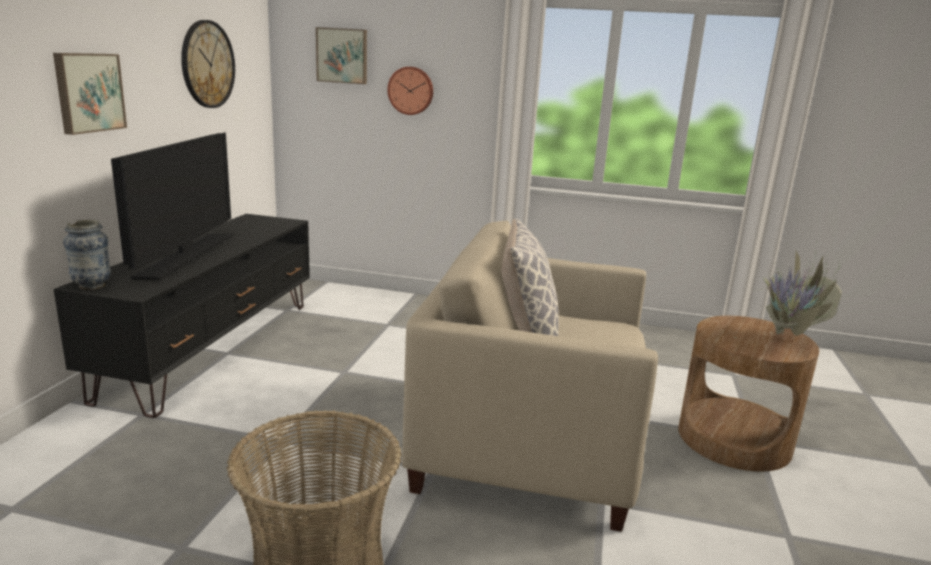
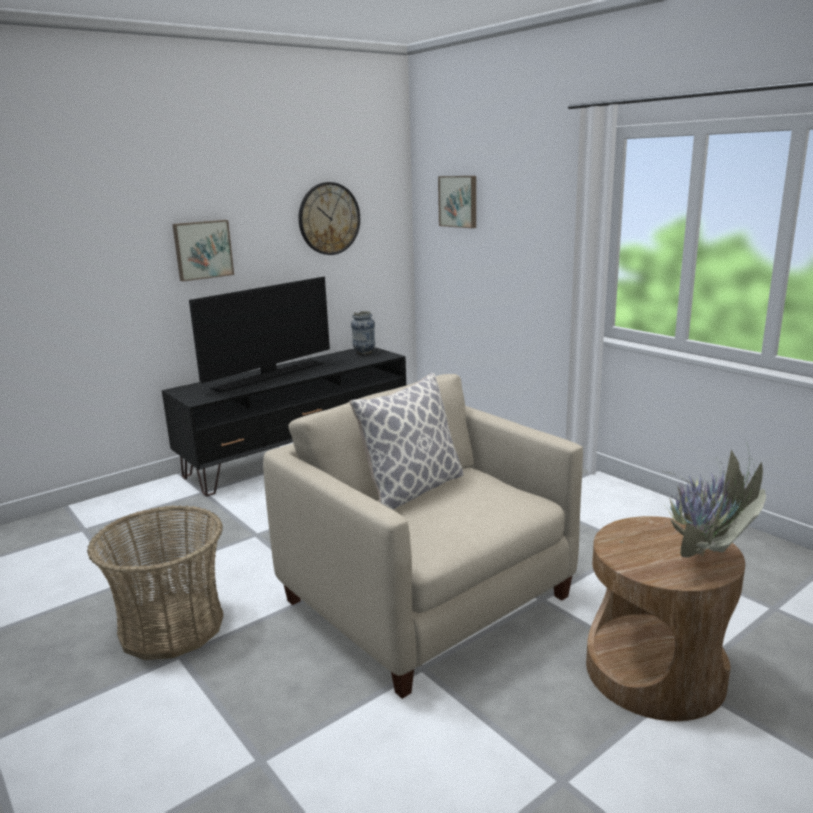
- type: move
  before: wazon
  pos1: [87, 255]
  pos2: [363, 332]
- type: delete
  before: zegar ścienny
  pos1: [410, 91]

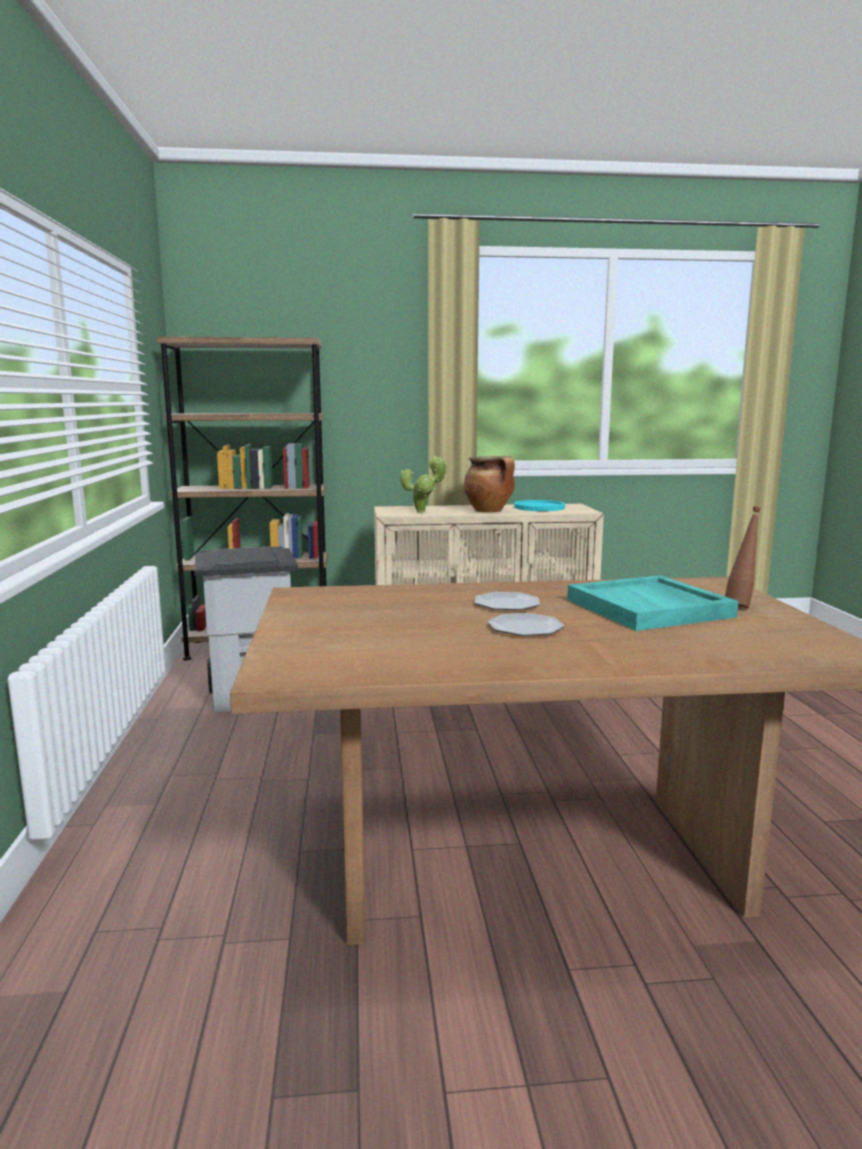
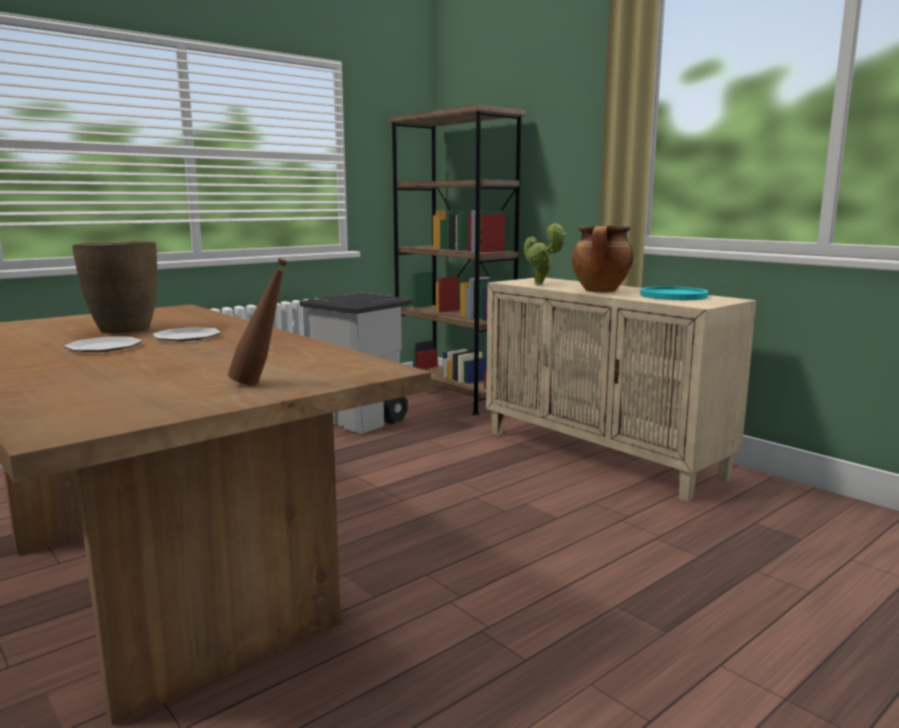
- type: insert
  after: wazon [brązowy]
  pos2: [114, 286]
- type: delete
  before: taca [turkusowy]
  pos1: [653, 603]

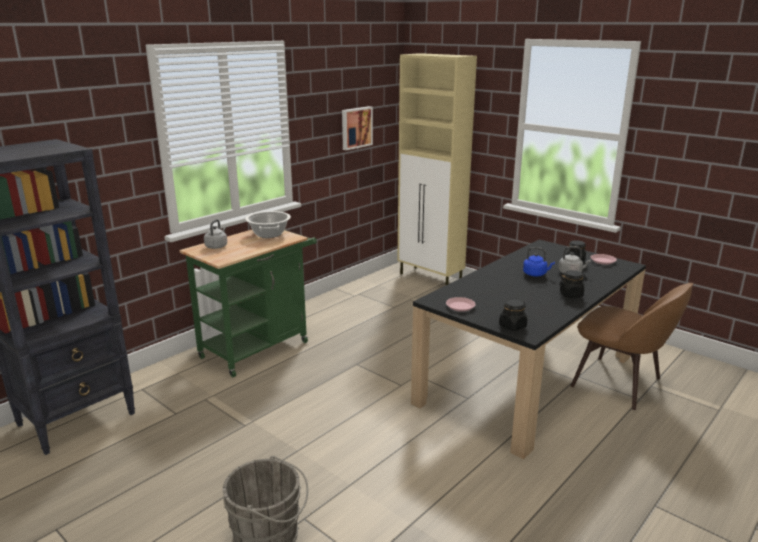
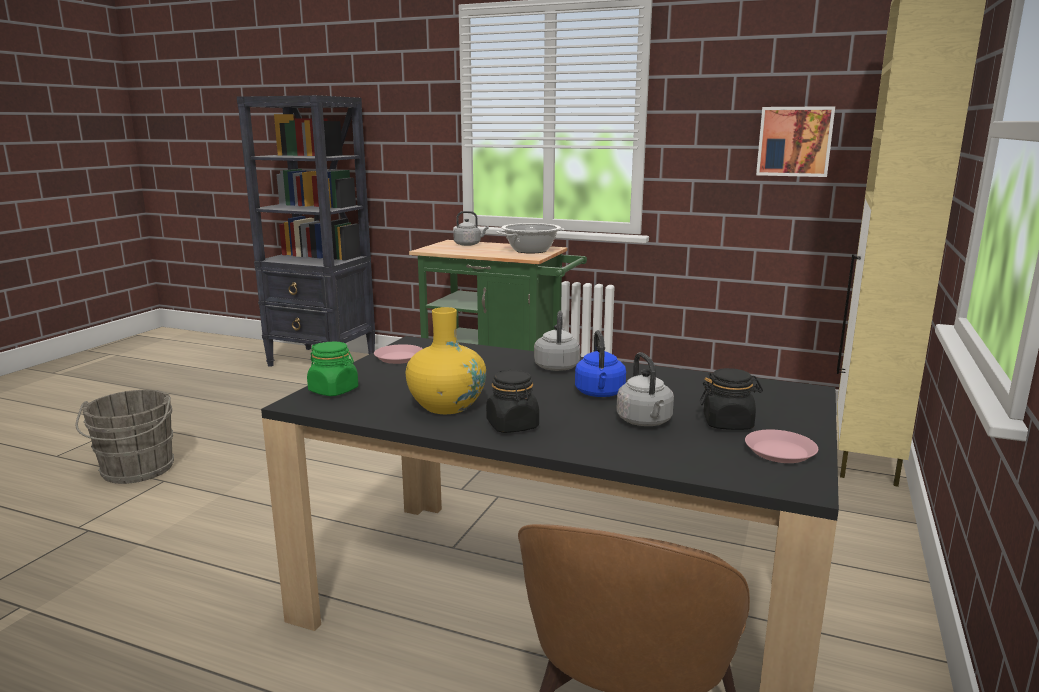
- type: recolor
  before: słoik [czarny]
  after: słoik [zielony]
  pos1: [513, 315]
  pos2: [332, 369]
- type: insert
  after: wazon [żółty]
  pos2: [446, 360]
- type: insert
  after: czajnik [szary]
  pos2: [557, 341]

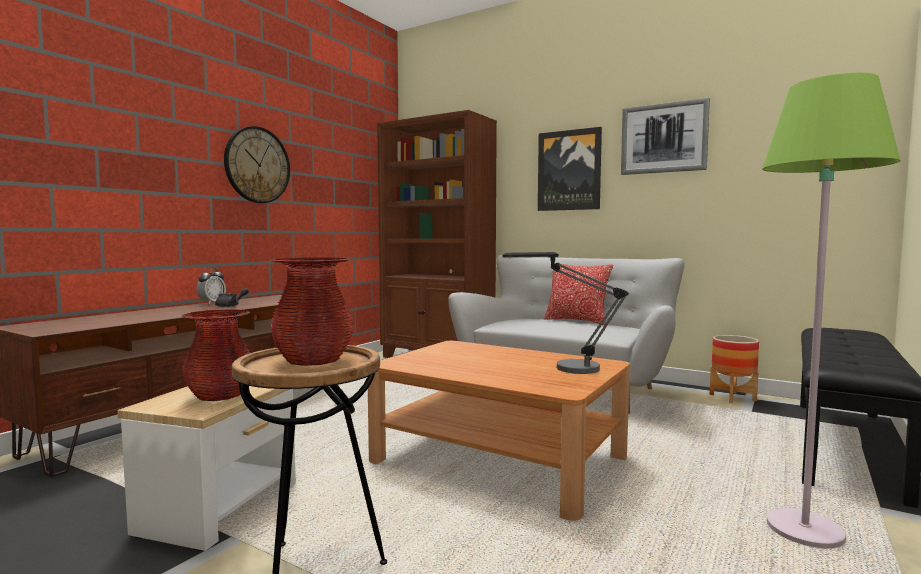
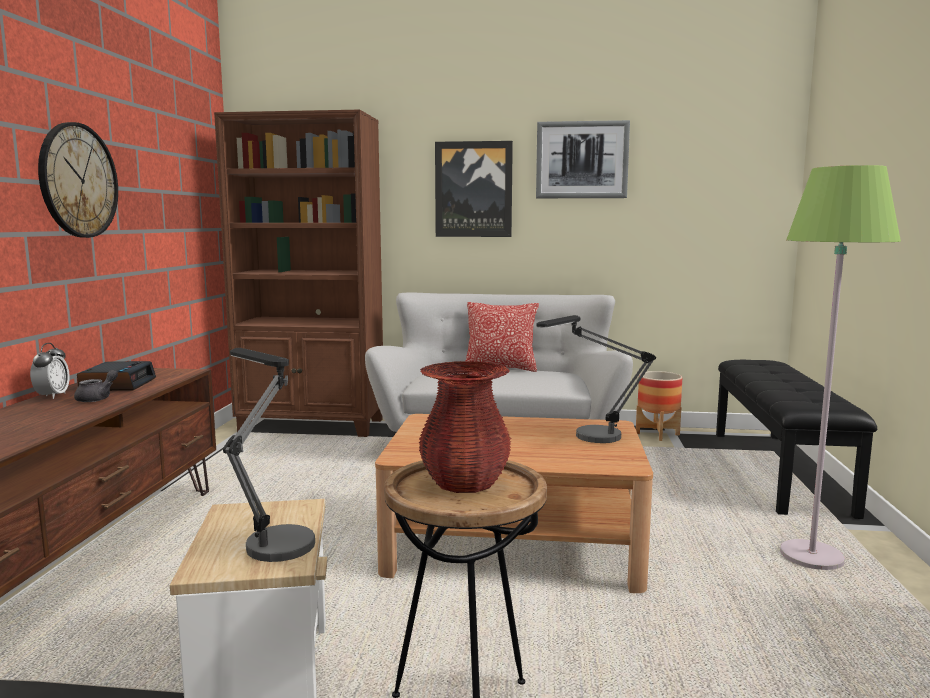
- type: insert
  after: budzik
  pos2: [116, 376]
- type: replace
  before: wazon [czerwony]
  after: lampa stołowa
  pos1: [216, 355]
  pos2: [269, 455]

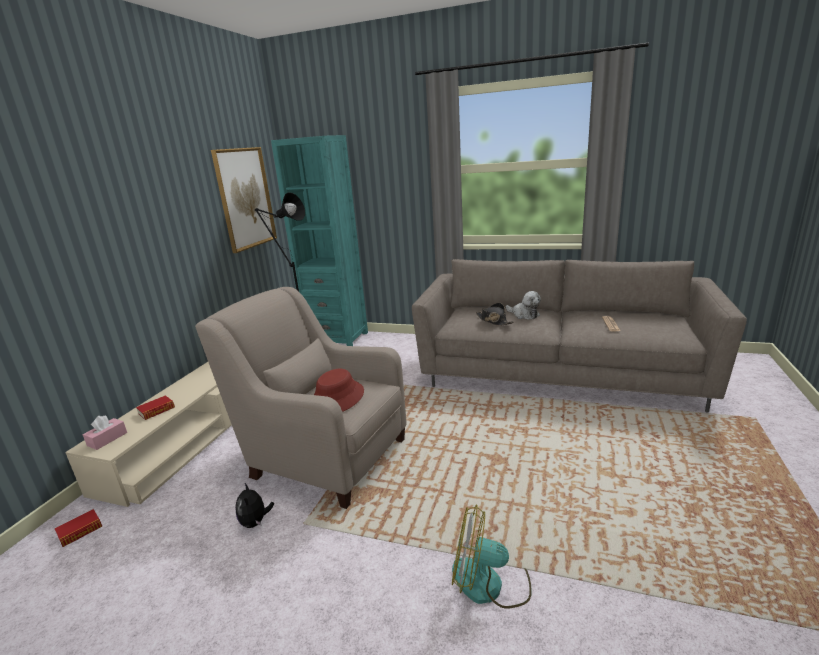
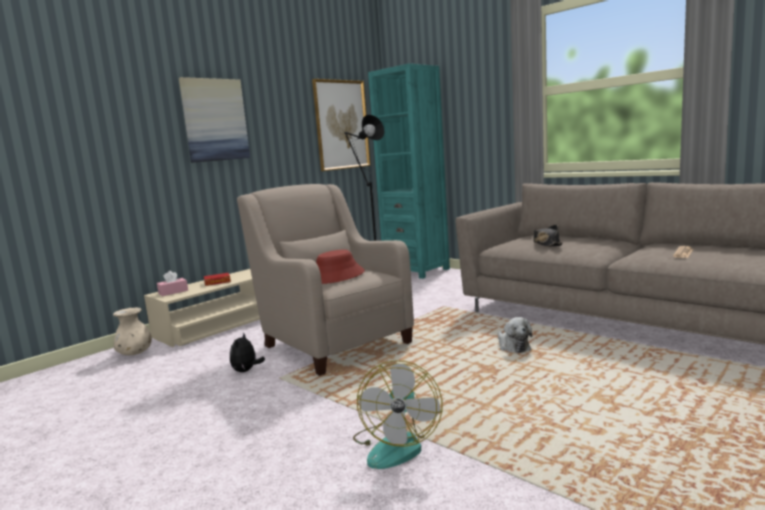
- type: replace
  before: książka
  after: wazon [beżowy]
  pos1: [78, 528]
  pos2: [132, 331]
- type: insert
  after: obraz
  pos2: [214, 120]
- type: rotate
  before: wentylator
  pos1: [492, 556]
  pos2: [397, 414]
  turn: -120
- type: move
  before: pluszak
  pos1: [523, 305]
  pos2: [515, 335]

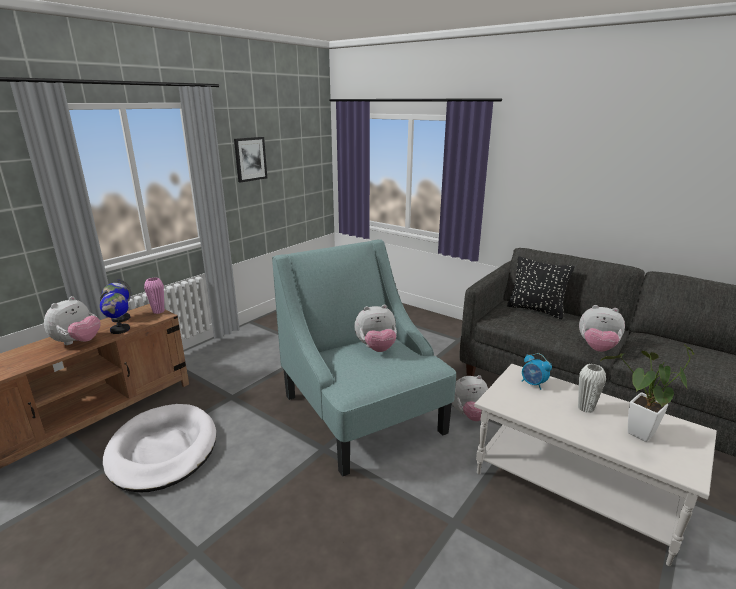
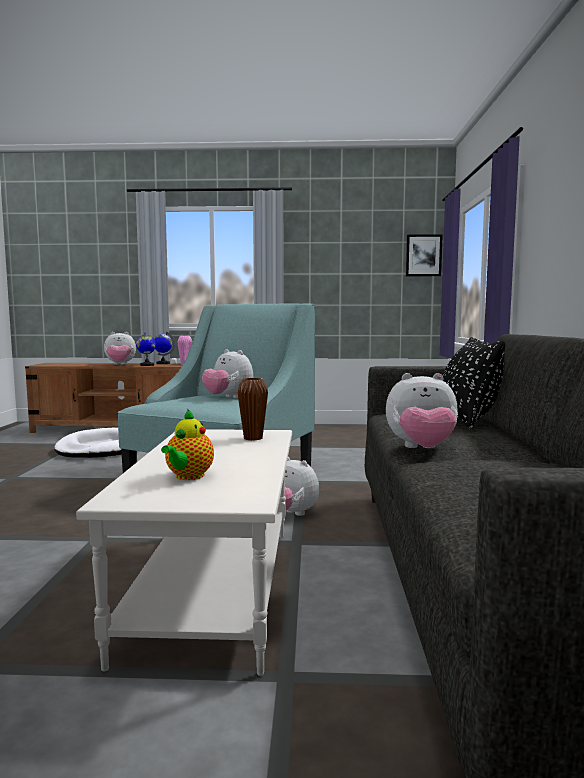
- type: replace
  before: roślina doniczkowa
  after: imbryk
  pos1: [647, 393]
  pos2: [187, 444]
- type: replace
  before: budzik
  after: wazon [brązowy]
  pos1: [536, 371]
  pos2: [252, 409]
- type: rotate
  before: pluszak
  pos1: [602, 328]
  pos2: [422, 410]
  turn: -75
- type: move
  before: obraz
  pos1: [250, 160]
  pos2: [424, 255]
- type: delete
  before: wazon [biały]
  pos1: [592, 388]

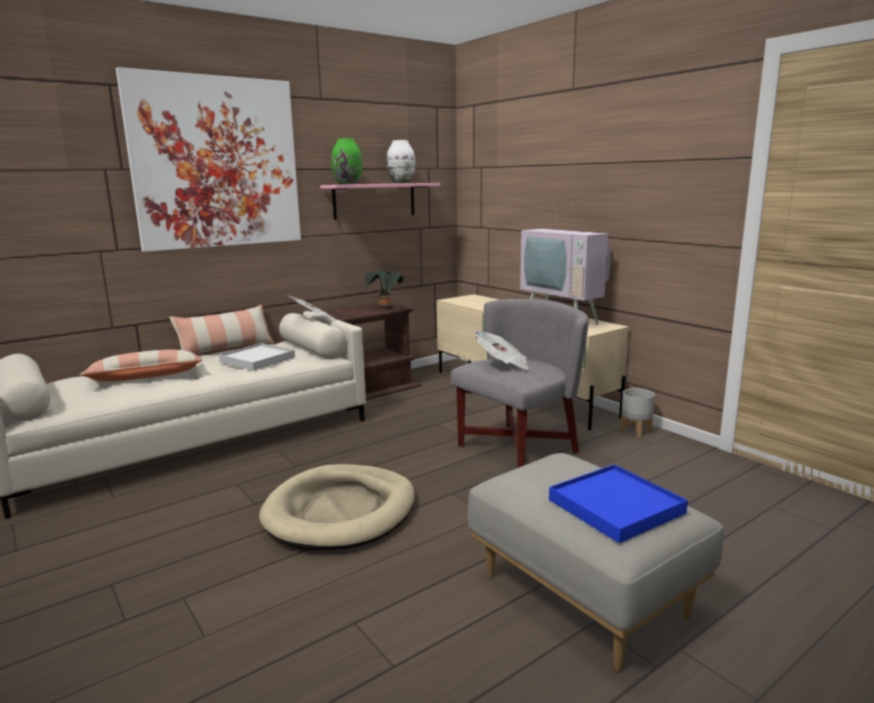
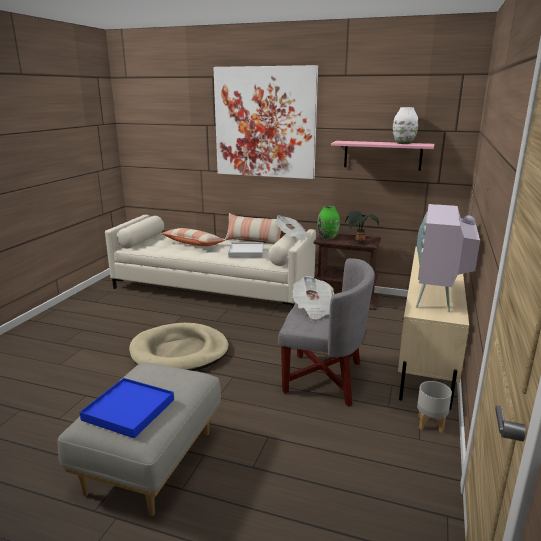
- type: move
  before: wazon [zielony]
  pos1: [347, 161]
  pos2: [328, 223]

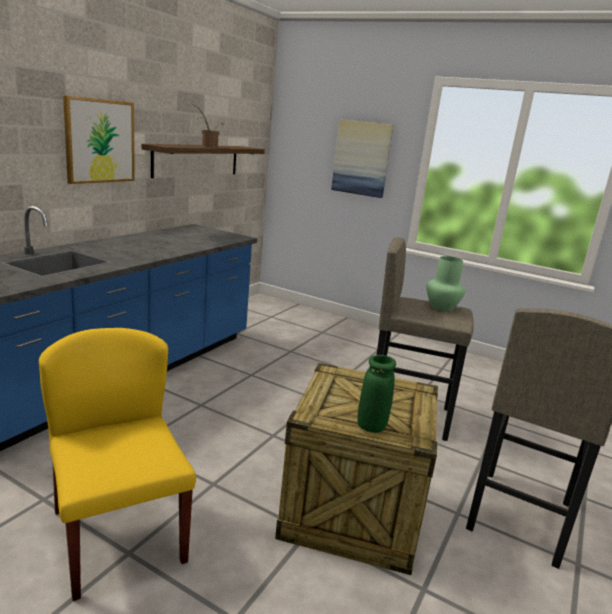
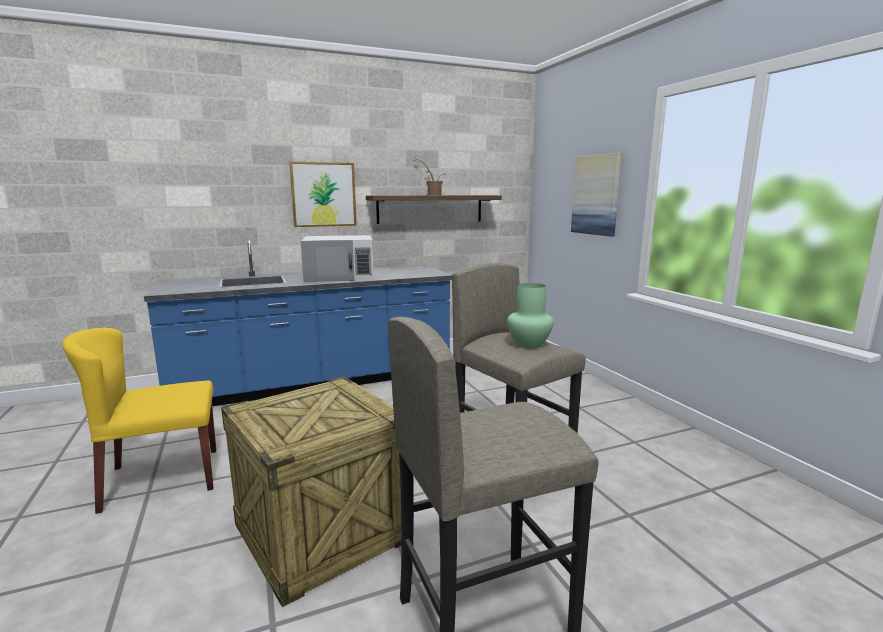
- type: rotate
  before: krzesło [żółty]
  pos1: [117, 464]
  pos2: [139, 421]
  turn: -120
- type: insert
  after: mikrofalówka [biały]
  pos2: [337, 258]
- type: delete
  before: wazon [zielony]
  pos1: [376, 394]

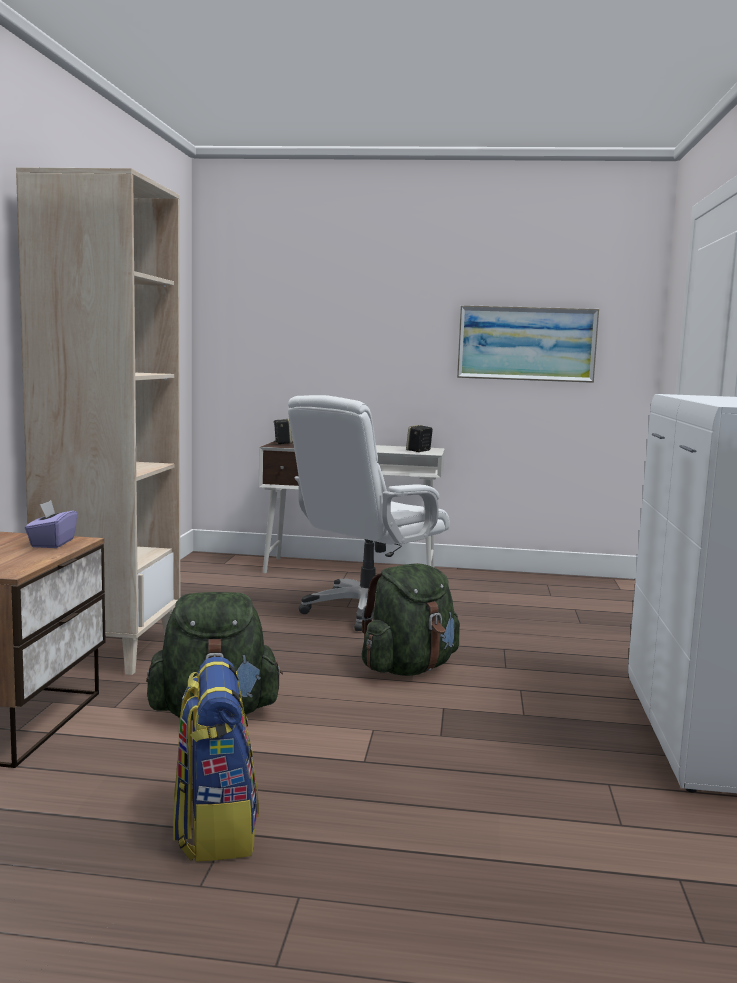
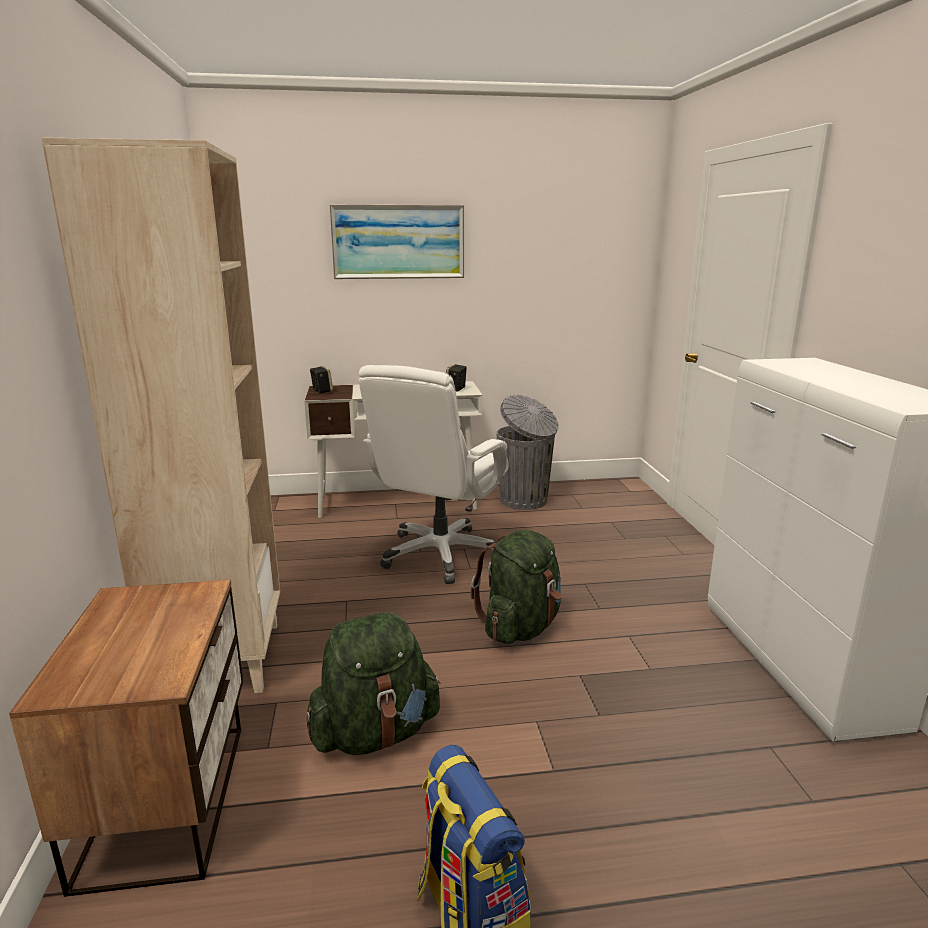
- type: move
  before: obraz
  pos1: [528, 344]
  pos2: [397, 242]
- type: insert
  after: kosz na śmieci [szary]
  pos2: [527, 452]
- type: delete
  before: pudełko chusteczek [fioletowy]
  pos1: [51, 524]

